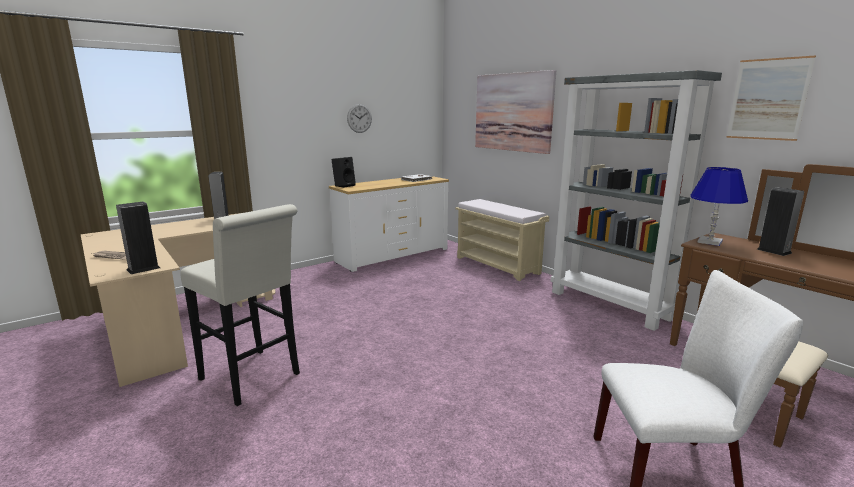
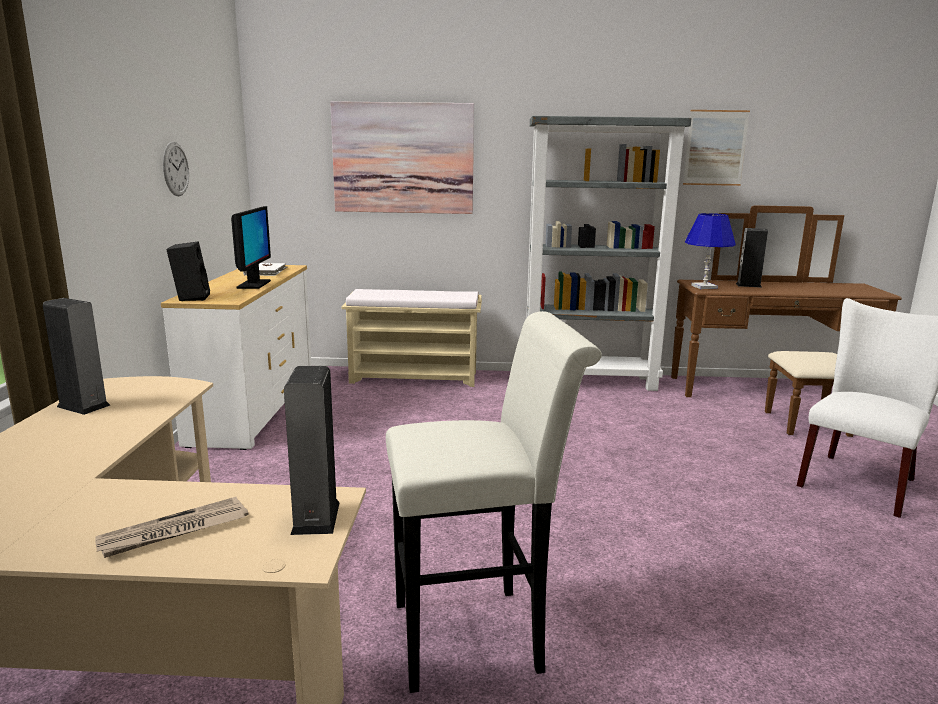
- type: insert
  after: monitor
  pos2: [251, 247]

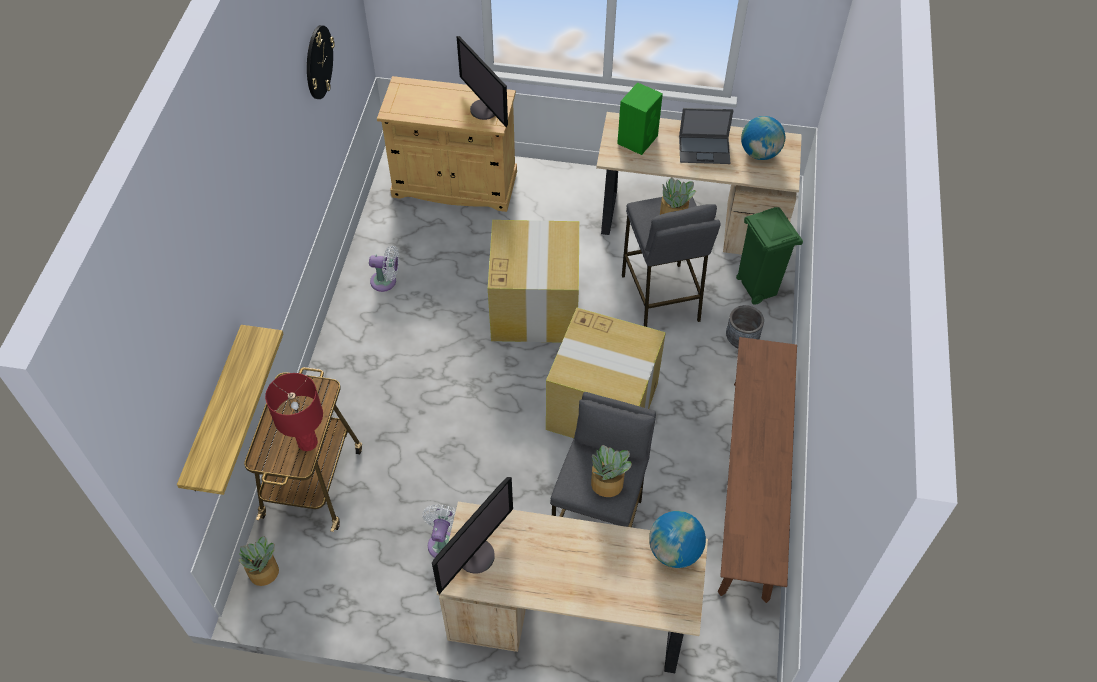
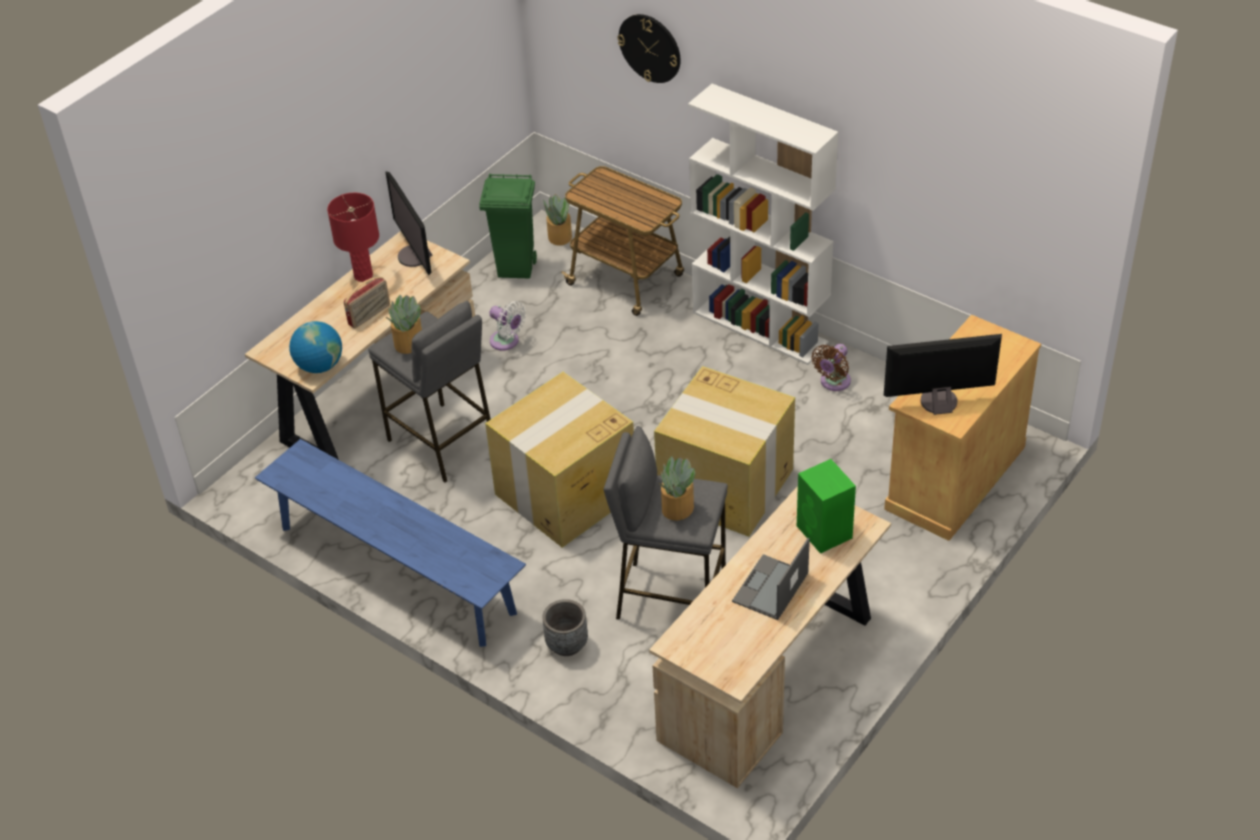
- type: recolor
  before: ławka [brązowy]
  after: ławka [niebieski]
  pos1: [757, 470]
  pos2: [390, 543]
- type: move
  before: lampa stołowa [czerwony]
  pos1: [294, 412]
  pos2: [353, 237]
- type: insert
  after: radio
  pos2: [367, 302]
- type: move
  before: kosz na śmieci [zielony]
  pos1: [769, 255]
  pos2: [508, 226]
- type: move
  before: zegar ścienny
  pos1: [321, 62]
  pos2: [649, 48]
- type: insert
  after: regał [biały]
  pos2: [763, 224]
- type: recolor
  before: wentylator [biały]
  after: wentylator [brązowy]
  pos1: [384, 269]
  pos2: [831, 367]
- type: delete
  before: półka
  pos1: [230, 410]
- type: delete
  before: globus
  pos1: [763, 138]

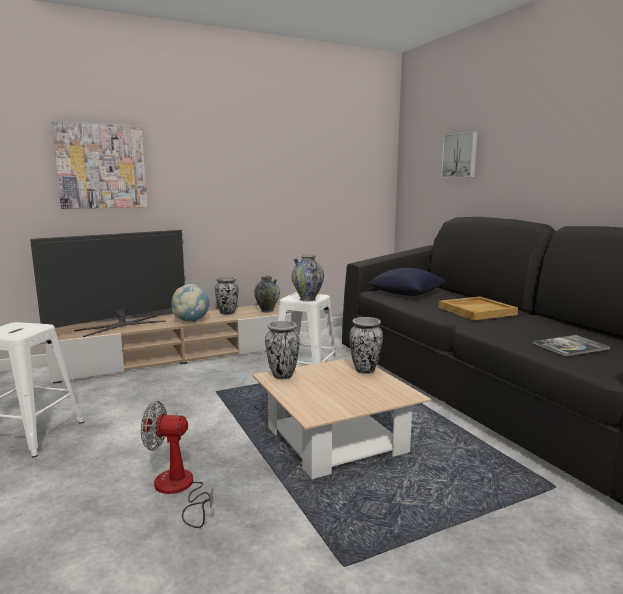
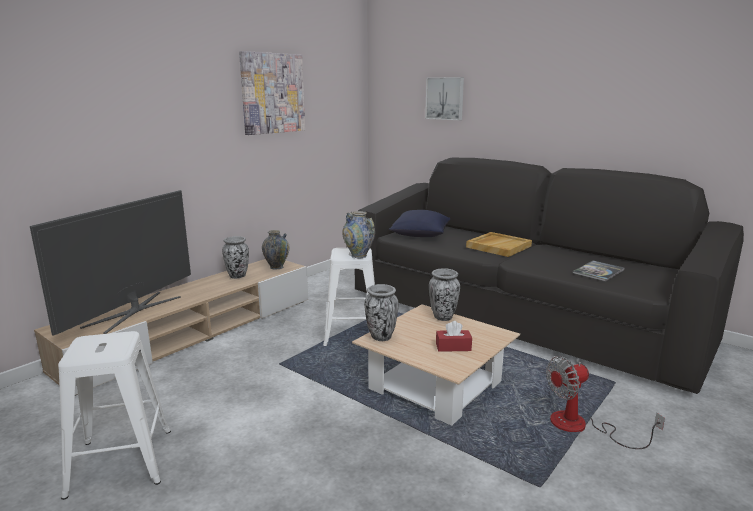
- type: move
  before: obraz
  pos1: [100, 165]
  pos2: [272, 93]
- type: insert
  after: pudełko chusteczek [czerwony]
  pos2: [454, 336]
- type: move
  before: wentylator
  pos1: [177, 464]
  pos2: [605, 402]
- type: delete
  before: globus
  pos1: [190, 303]

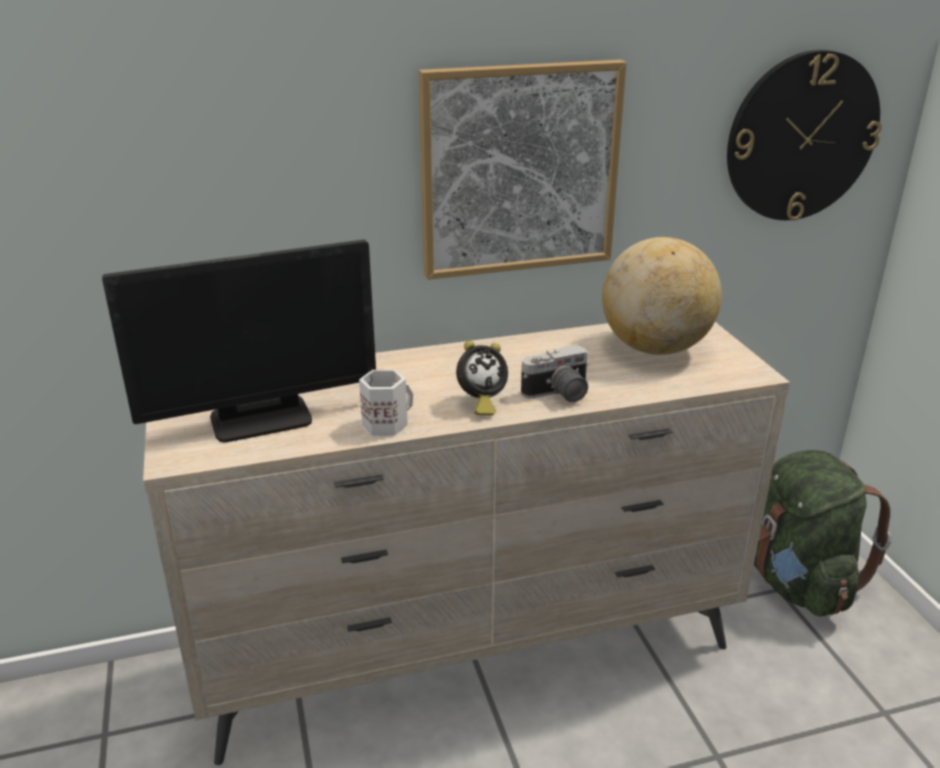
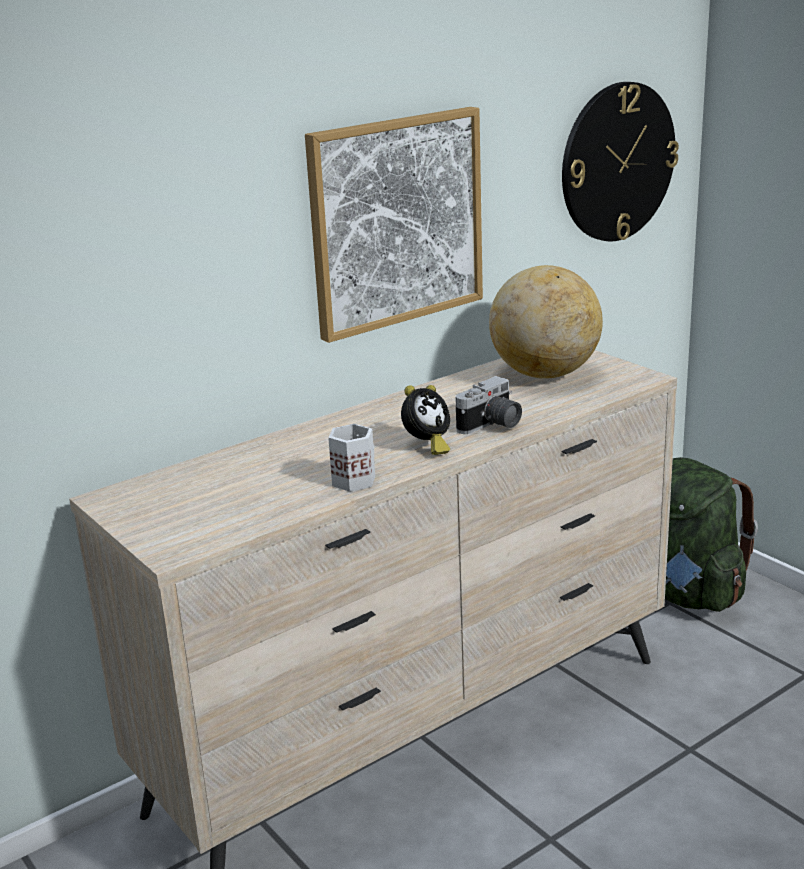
- type: delete
  before: monitor
  pos1: [239, 341]

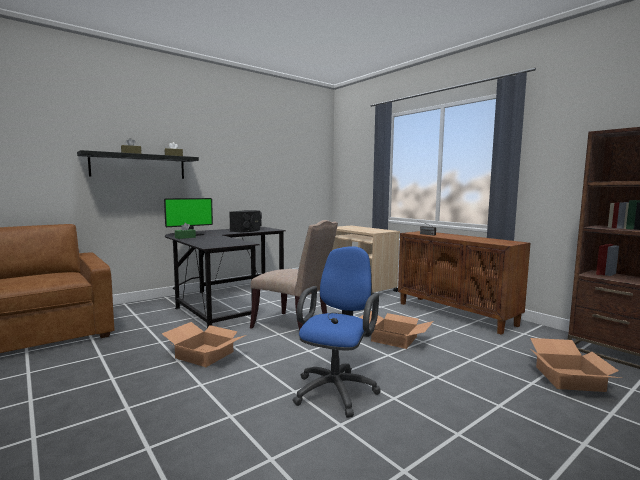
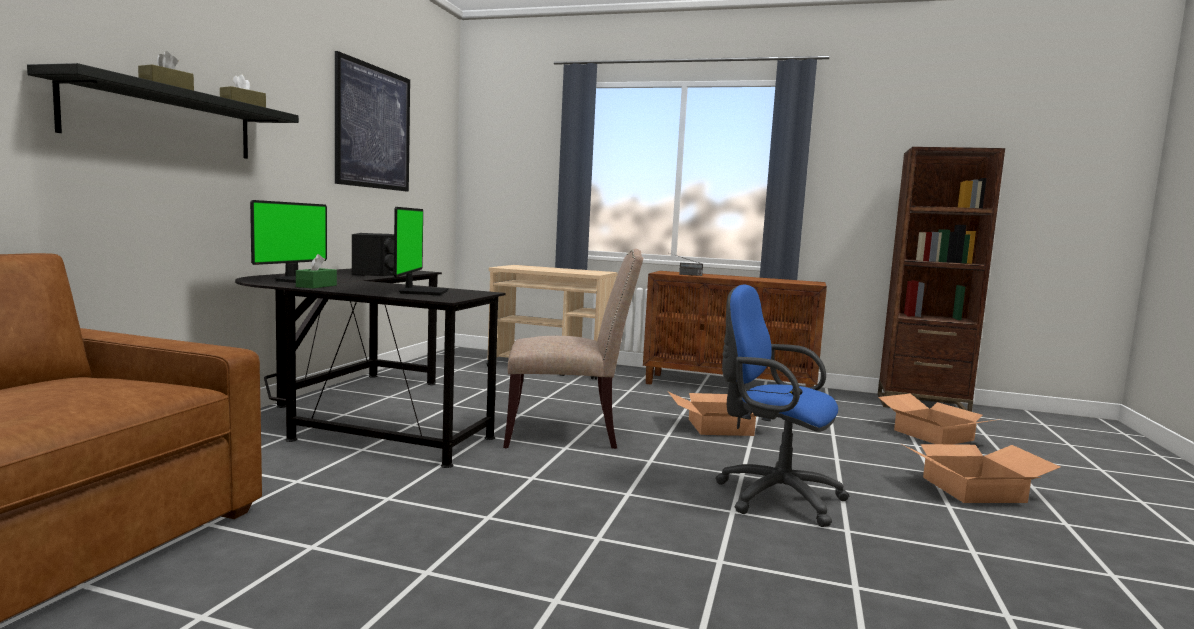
- type: insert
  after: obraz
  pos2: [372, 121]
- type: insert
  after: monitor
  pos2: [421, 251]
- type: rotate
  before: krzesło biurowe [niebieski]
  pos1: [337, 332]
  pos2: [782, 406]
  turn: -45
- type: move
  before: karton
  pos1: [204, 344]
  pos2: [981, 473]

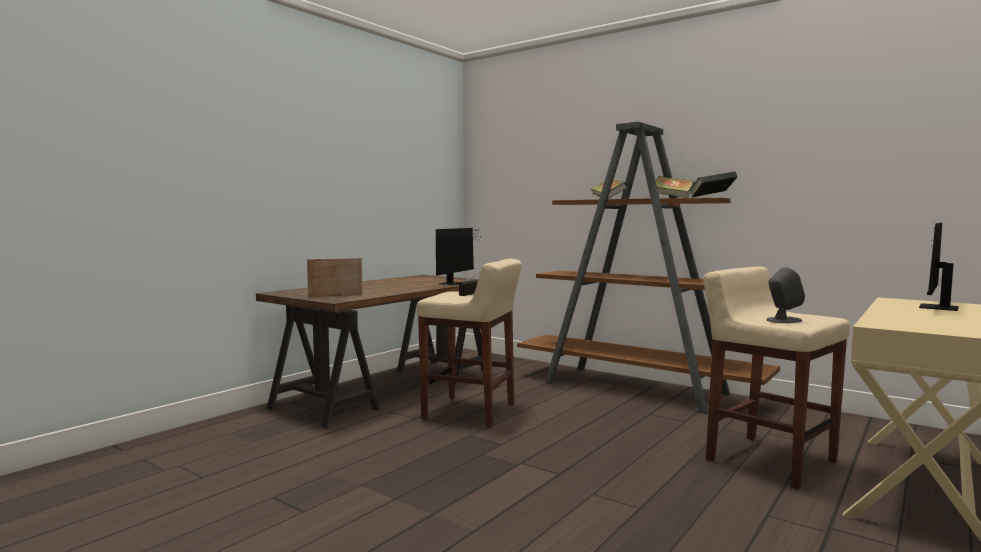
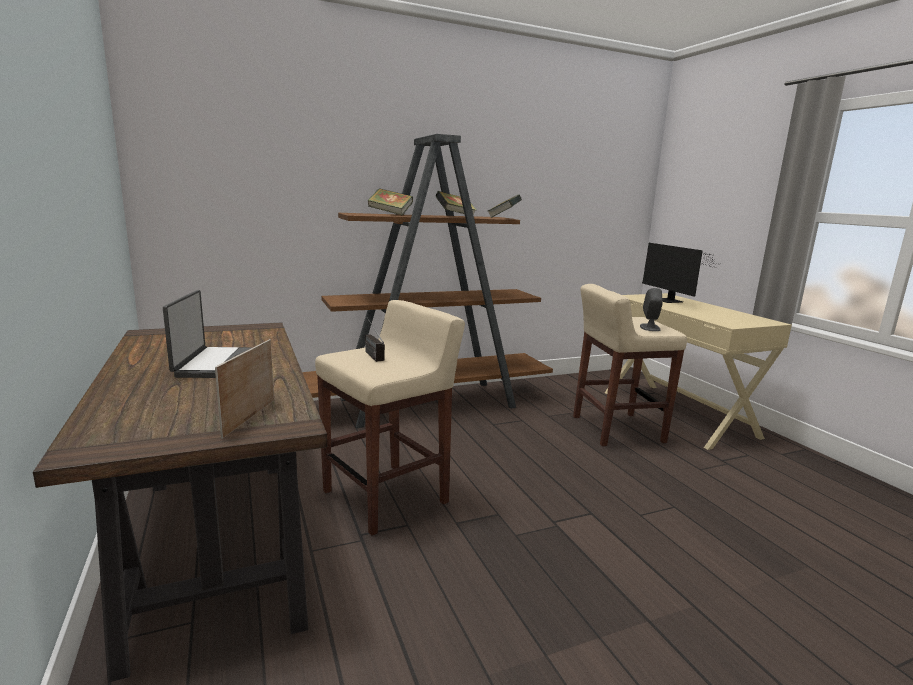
- type: insert
  after: laptop
  pos2: [208, 334]
- type: delete
  before: monitor
  pos1: [459, 256]

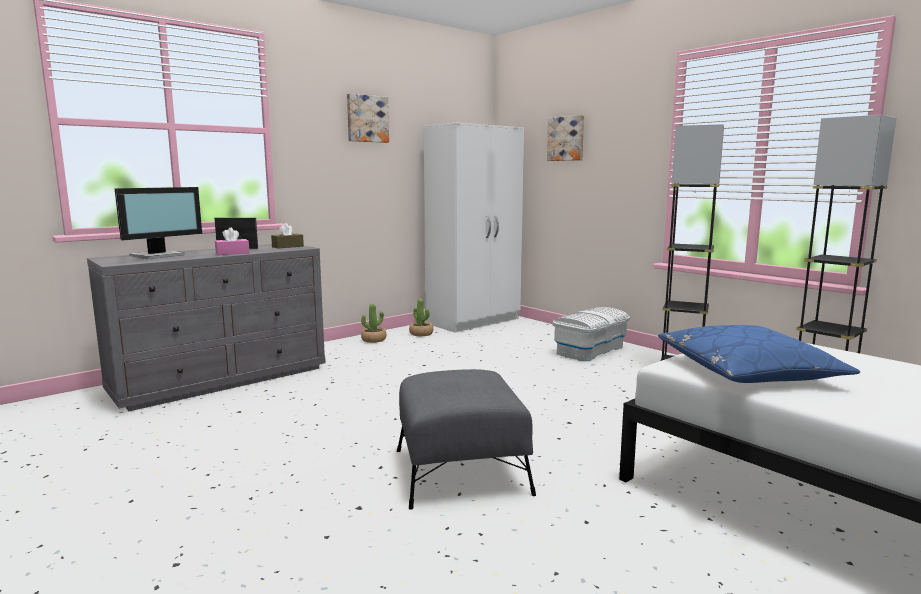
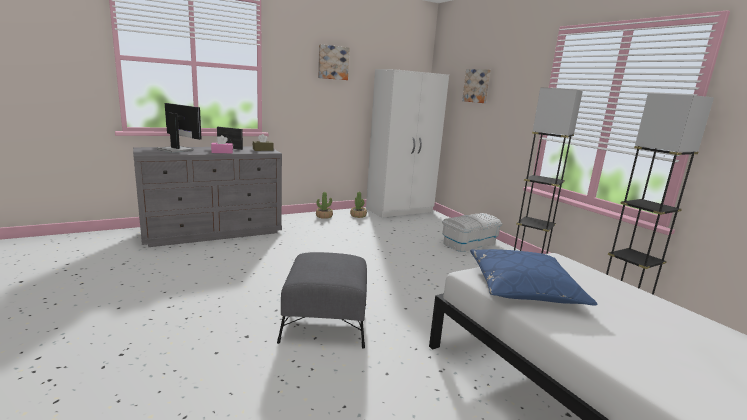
- type: rotate
  before: monitor
  pos1: [158, 223]
  pos2: [179, 128]
  turn: -105

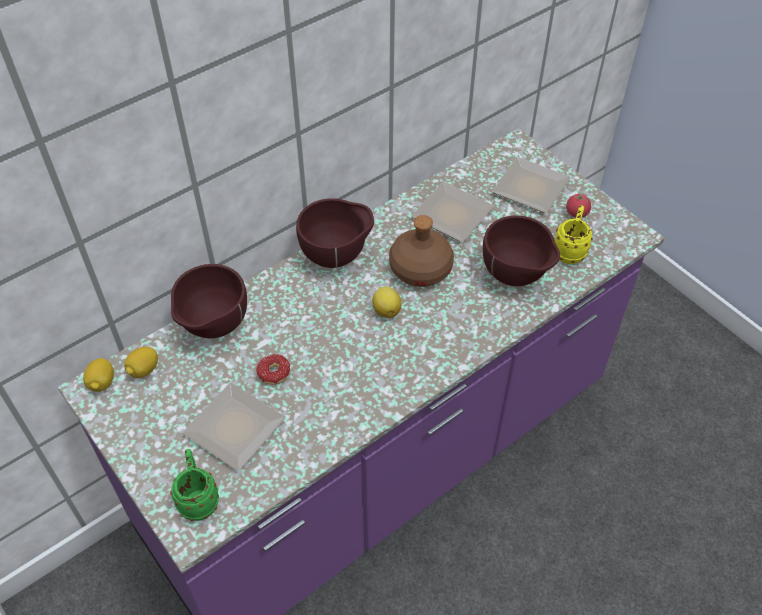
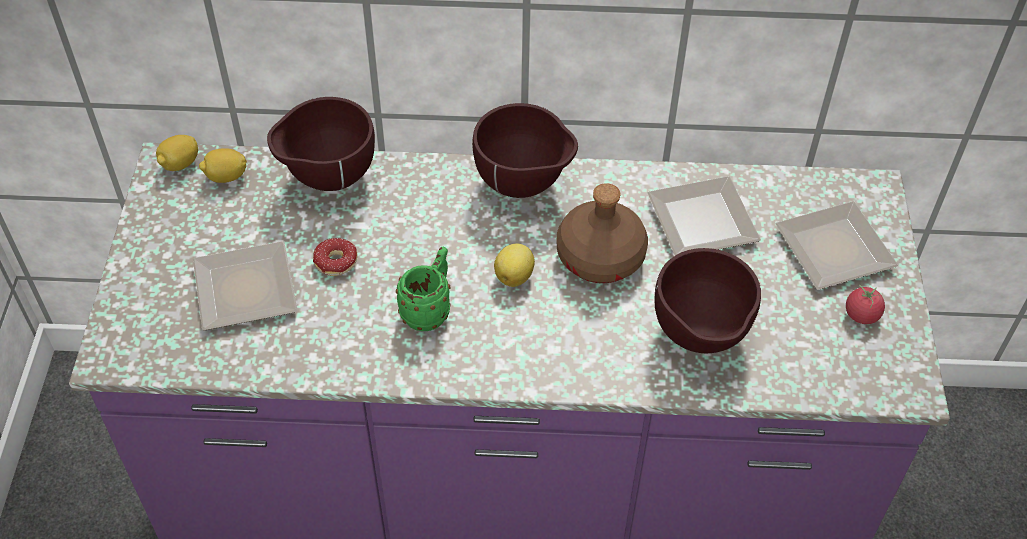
- type: move
  before: kubek [zielony]
  pos1: [194, 485]
  pos2: [423, 289]
- type: delete
  before: kubek [żółty]
  pos1: [574, 234]

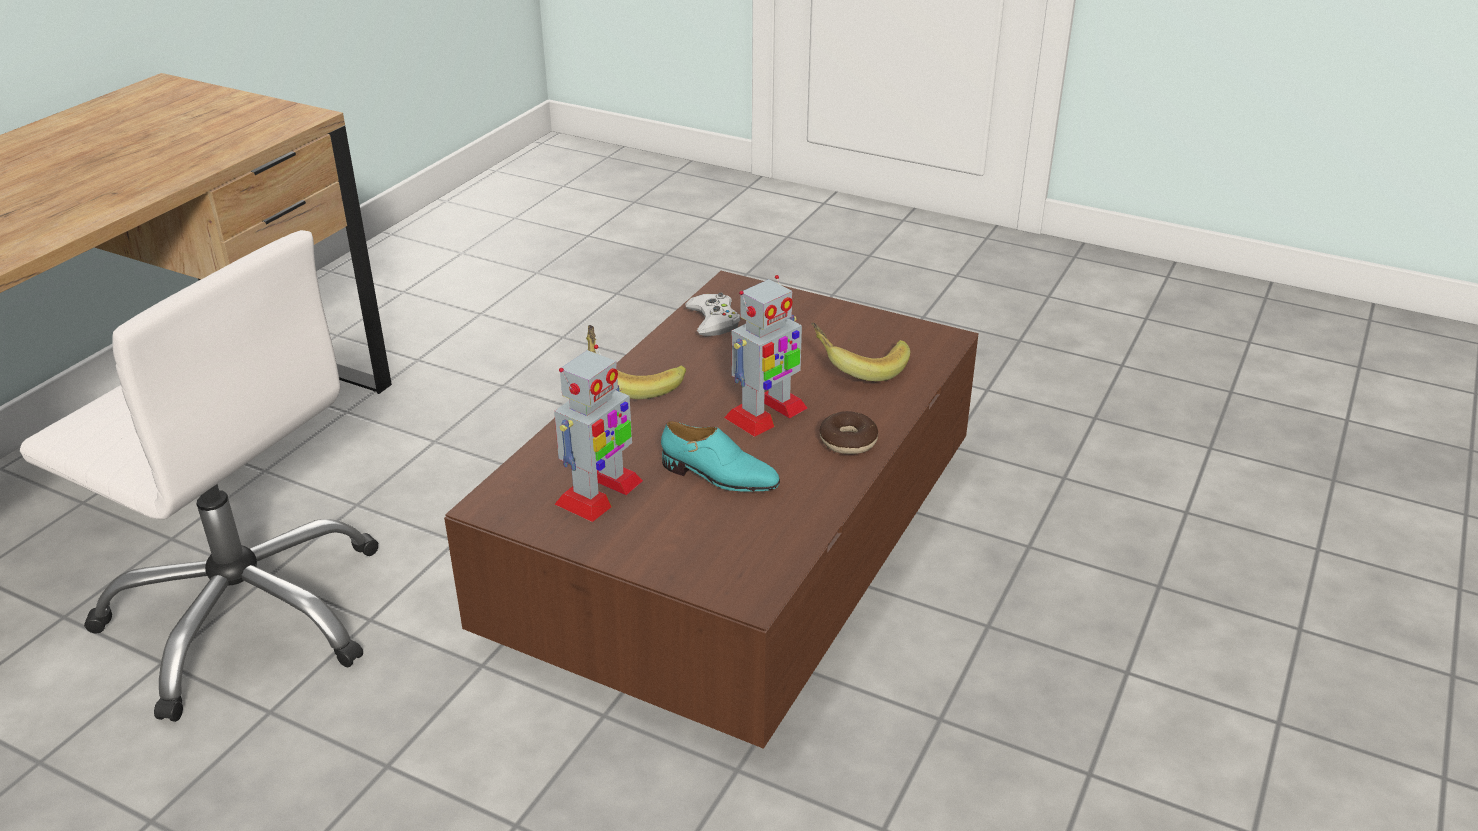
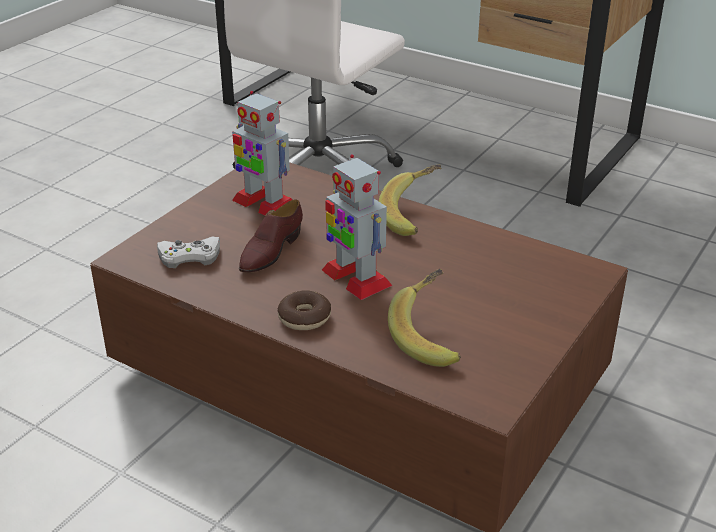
- type: move
  before: pad do gier [biały]
  pos1: [712, 314]
  pos2: [188, 252]
- type: recolor
  before: but [turkusowy]
  after: but [brązowy]
  pos1: [720, 456]
  pos2: [271, 236]

